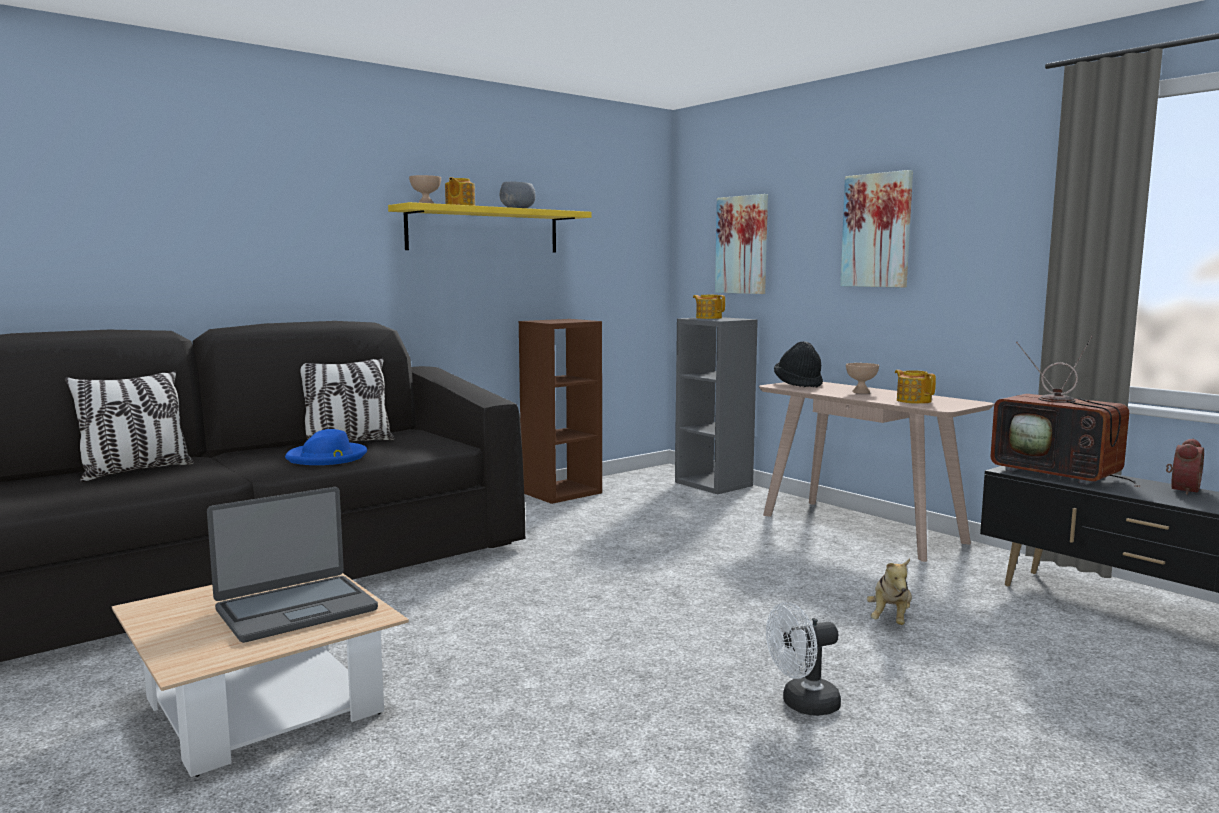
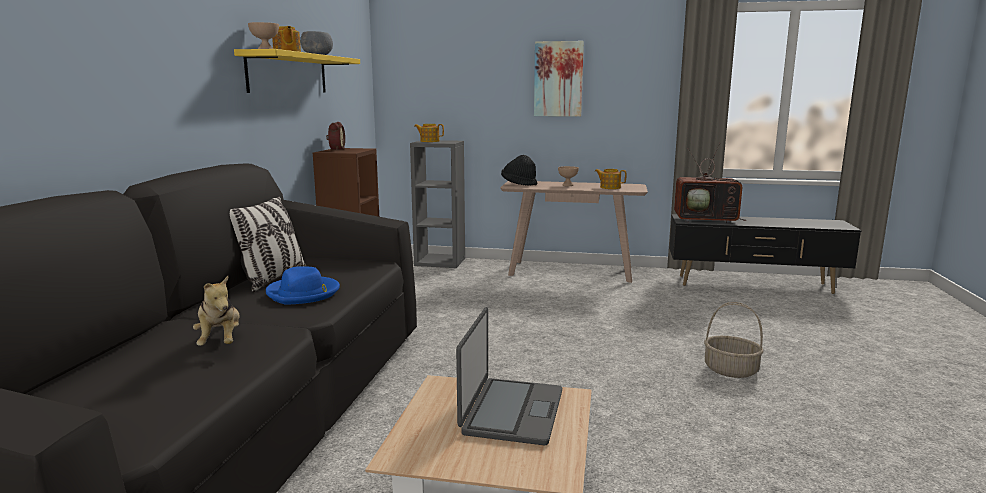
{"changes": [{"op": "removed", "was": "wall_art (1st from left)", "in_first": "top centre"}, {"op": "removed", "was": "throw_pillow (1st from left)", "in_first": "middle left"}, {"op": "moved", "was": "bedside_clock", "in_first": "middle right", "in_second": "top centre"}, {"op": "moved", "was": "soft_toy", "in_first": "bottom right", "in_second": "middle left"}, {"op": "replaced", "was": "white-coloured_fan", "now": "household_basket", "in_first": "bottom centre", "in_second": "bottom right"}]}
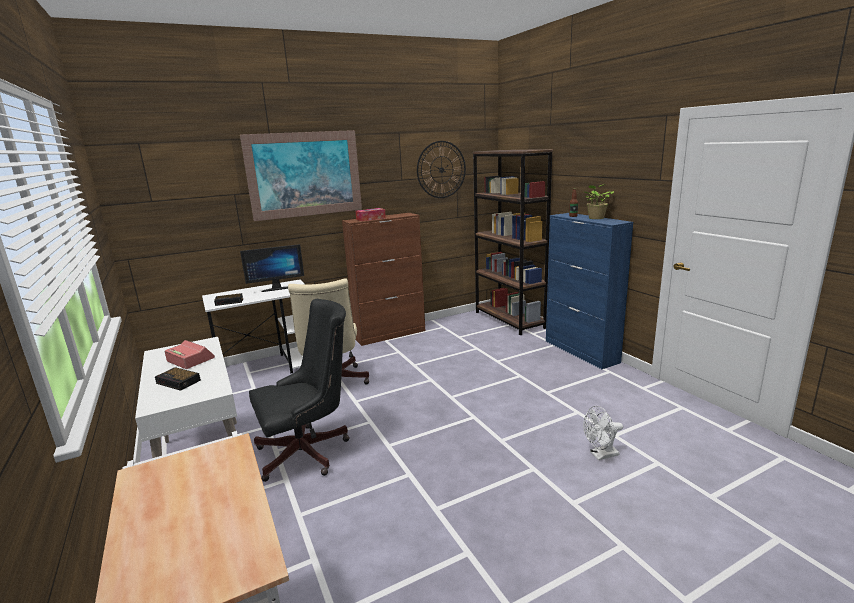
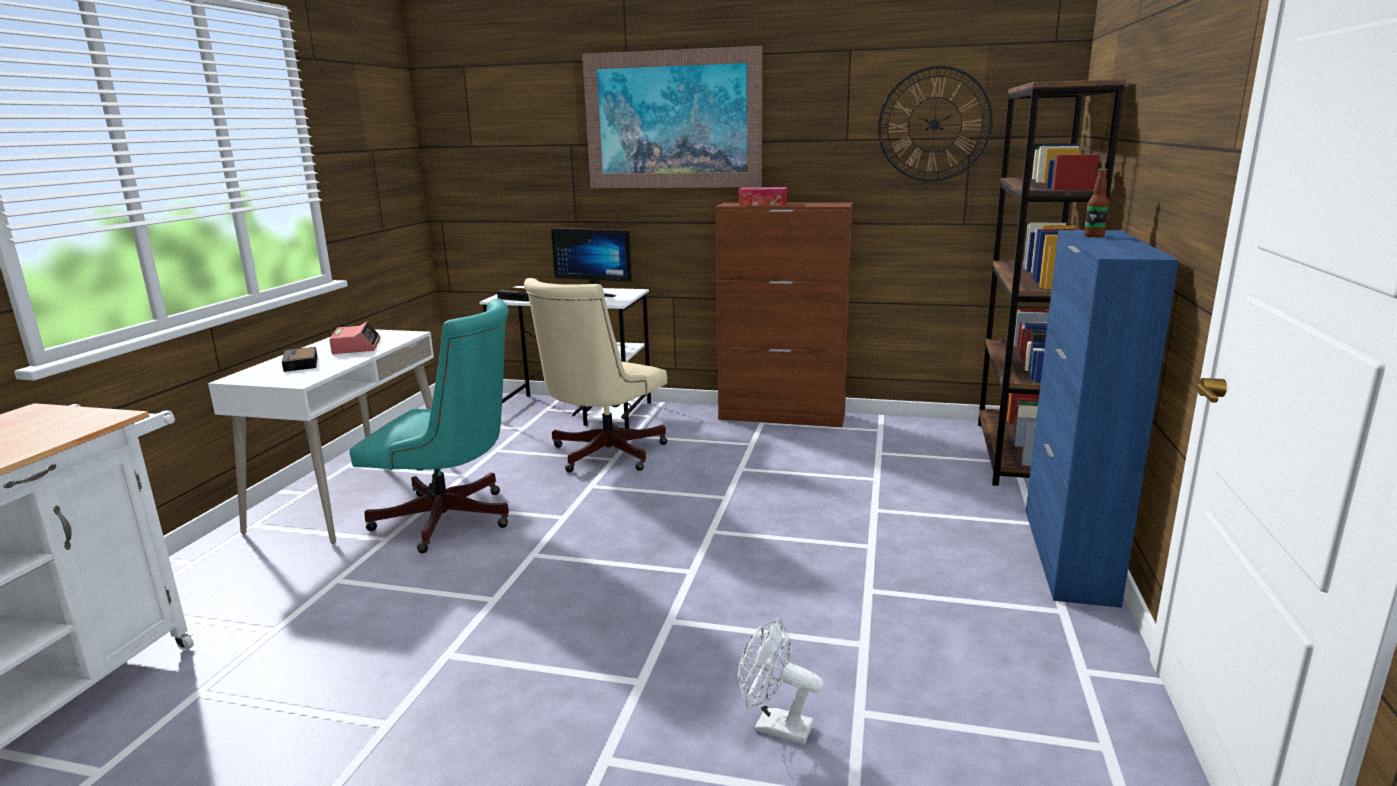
{"changes": [{"op": "removed", "was": "houseplant", "in_first": "middle right"}, {"op": "recoloured", "was": "black-coloured_computer_chair", "now": "turquoise_computer_chair", "in_first": "centre", "in_second": "middle left"}]}
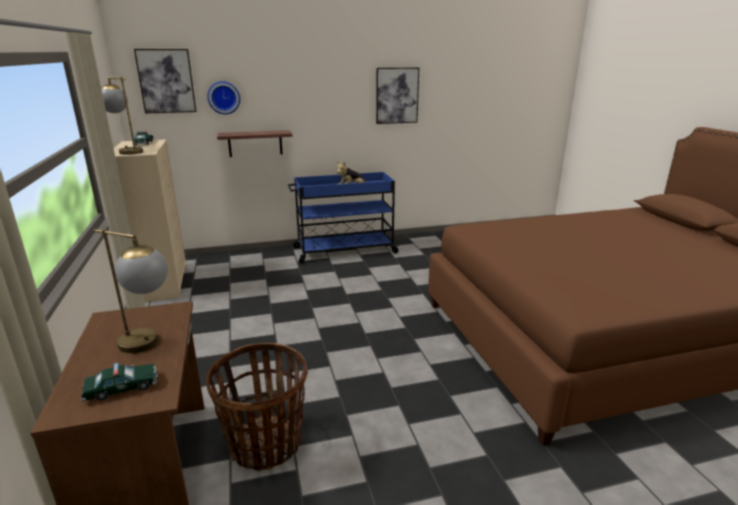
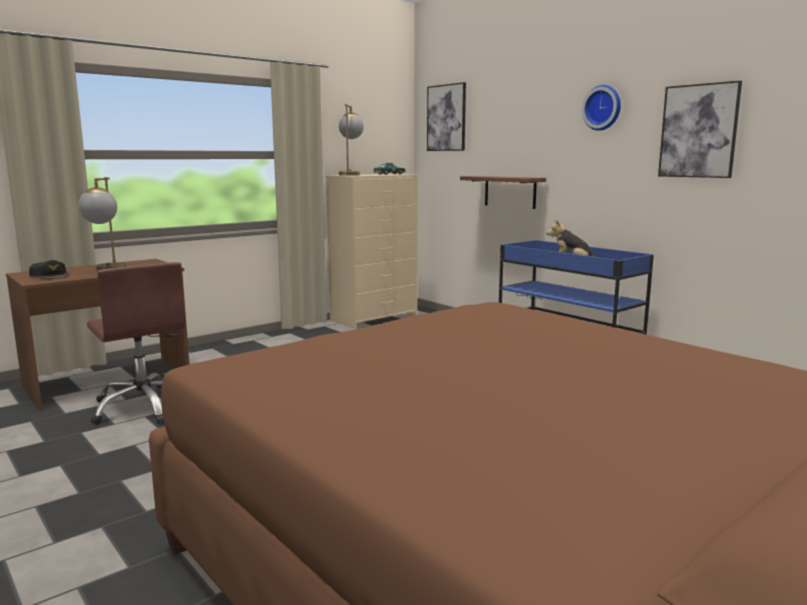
{"changes": [{"op": "moved", "was": "hanging_clock", "in_first": "top left", "in_second": "top right"}, {"op": "replaced", "was": "household_basket", "now": "brownish_computer_chair", "in_first": "bottom centre", "in_second": "middle left"}, {"op": "replaced", "was": "miniature_car (1st from left)", "now": "black-coloured_cap", "in_first": "bottom left", "in_second": "middle left"}]}
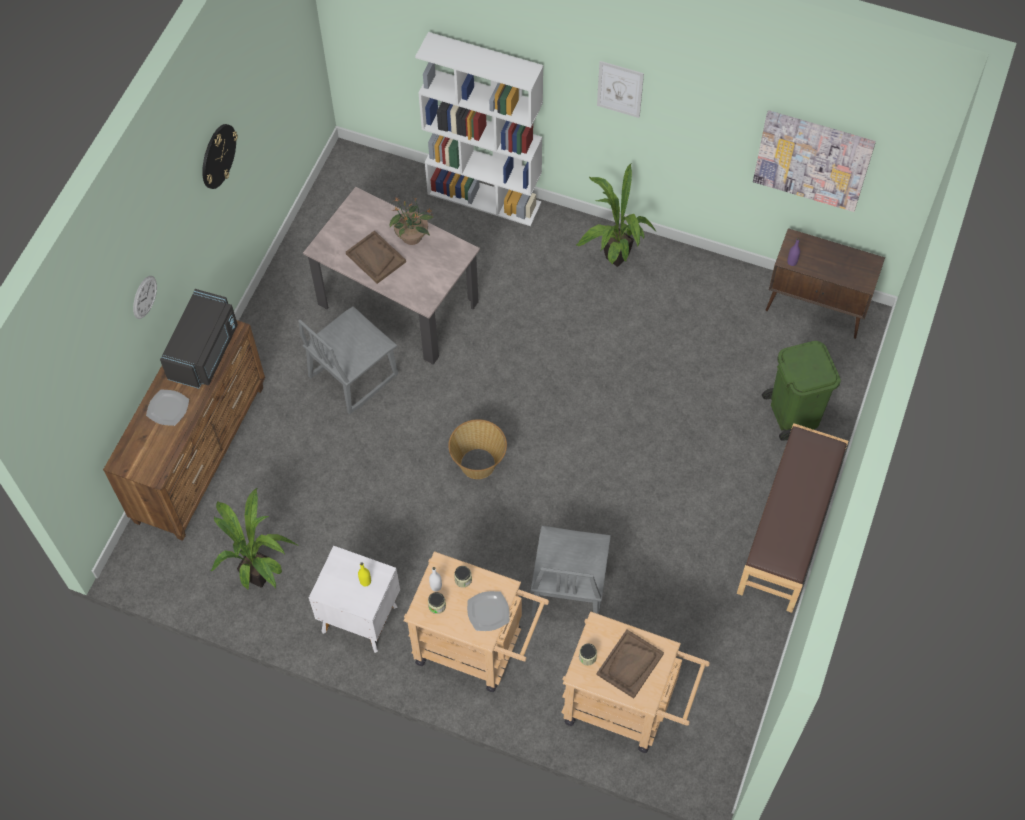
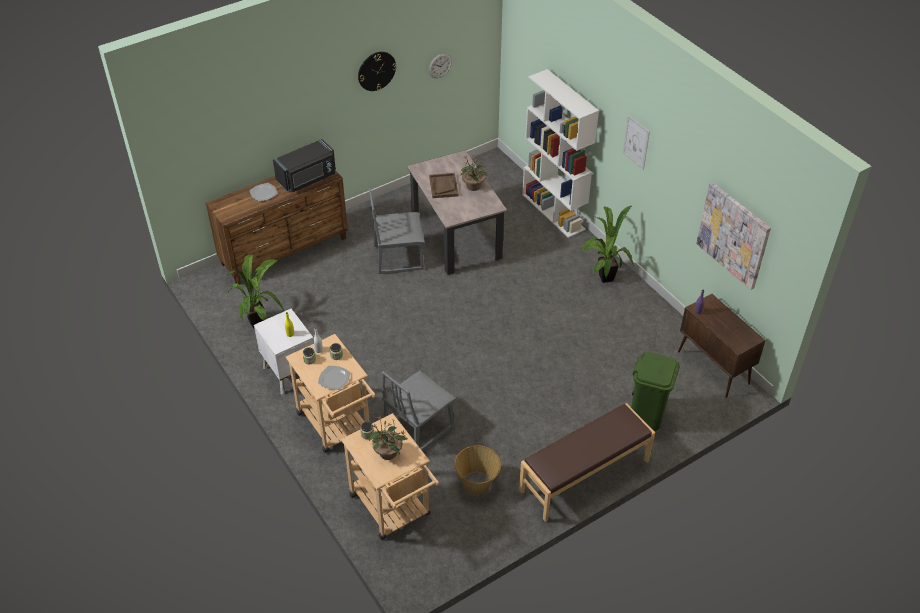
{"changes": [{"op": "moved", "was": "hanging_clock (1st from left in the first image)", "now": "hanging_clock (2nd from left)", "in_first": "middle left", "in_second": "top centre"}, {"op": "moved", "was": "household_basket", "in_first": "centre", "in_second": "bottom centre"}, {"op": "replaced", "was": "brownish_carrying_tray (2nd from left)", "now": "houseplant (2nd from left)", "in_first": "bottom centre", "in_second": "bottom centre"}]}
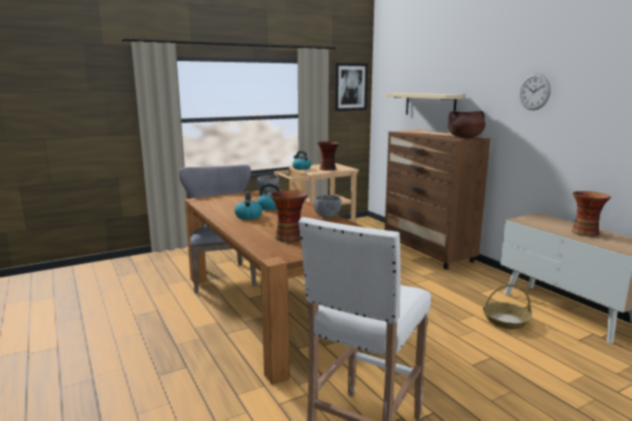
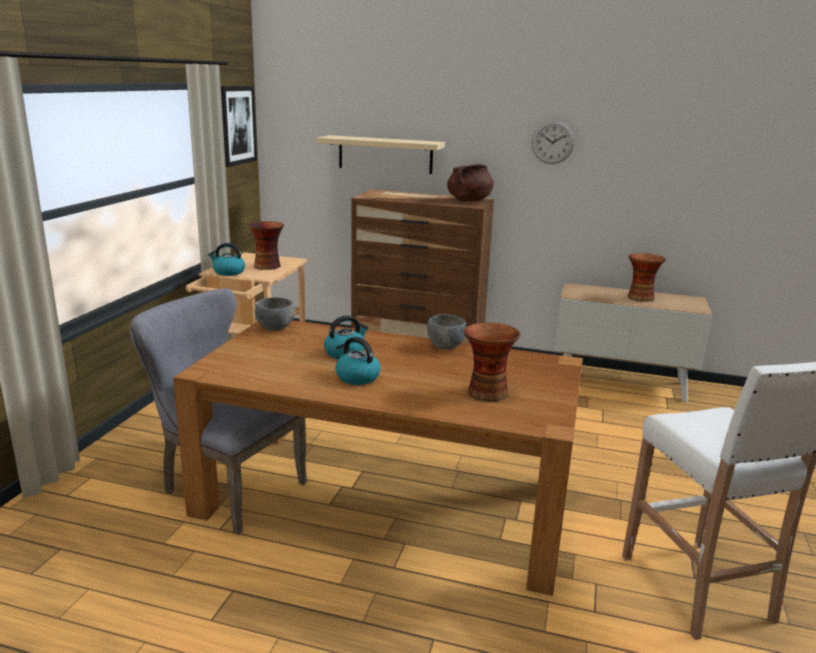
{"changes": [{"op": "removed", "was": "household_basket", "in_first": "bottom right"}]}
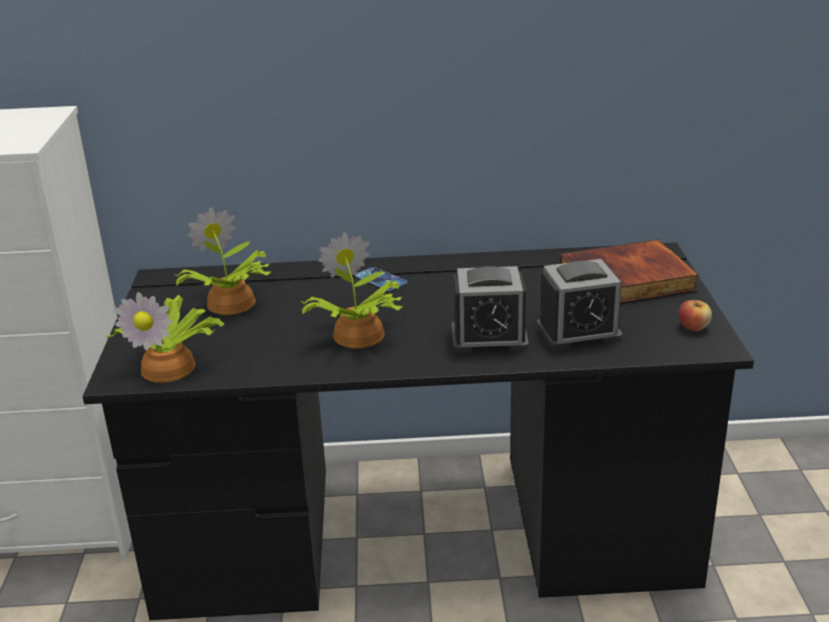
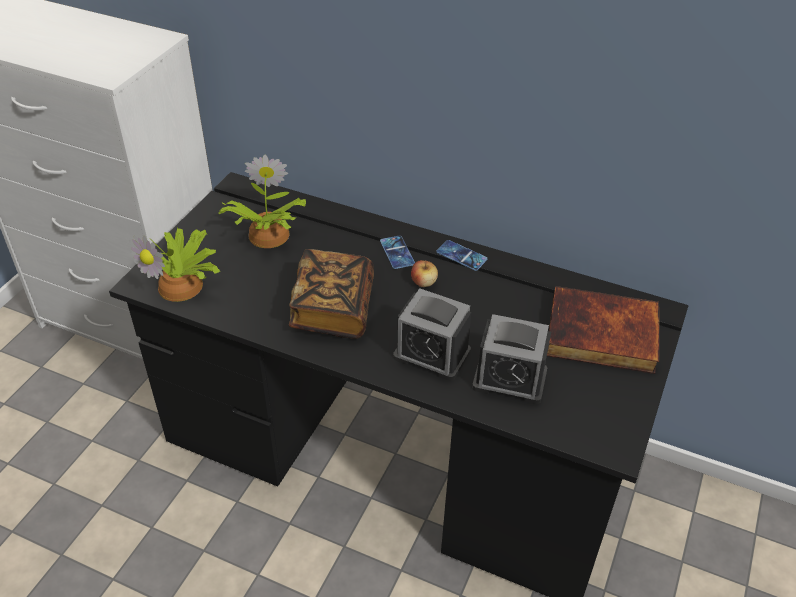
{"changes": [{"op": "replaced", "was": "houseplant (3rd from left)", "now": "volume (1st from left)", "in_first": "centre", "in_second": "centre"}, {"op": "moved", "was": "apple_fruit", "in_first": "middle right", "in_second": "centre"}, {"op": "added", "now": "telephone (2nd from left)", "in_second": "centre"}]}
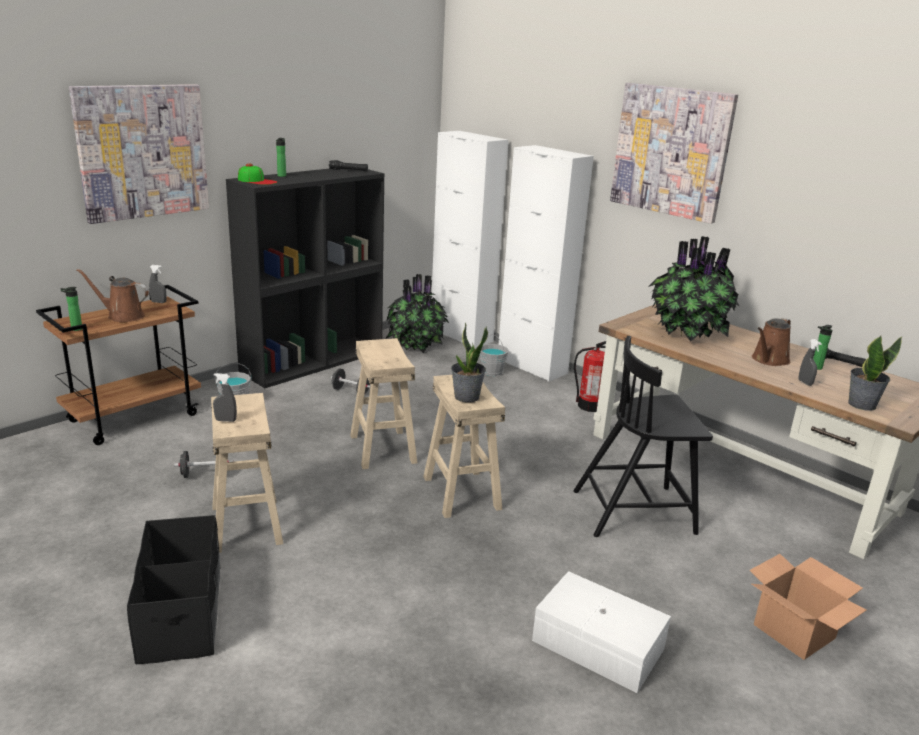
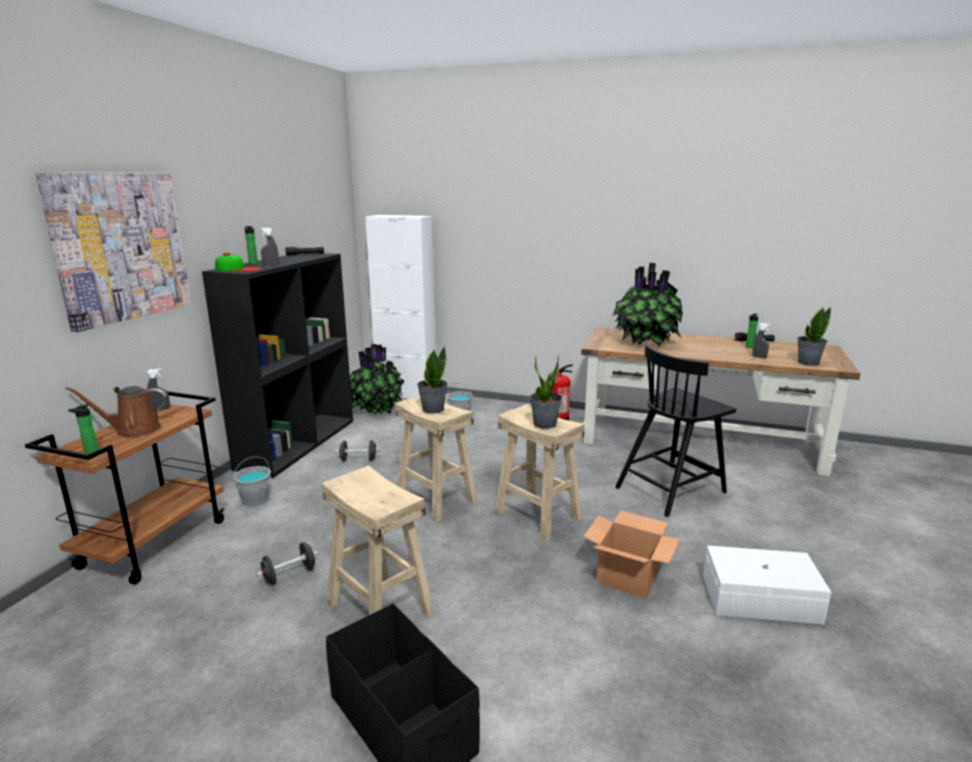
{"changes": [{"op": "removed", "was": "wall_art (2nd from left)", "in_first": "top right"}, {"op": "removed", "was": "white-coloured_storage_cabinet (2nd from left)", "in_first": "centre"}, {"op": "removed", "was": "brownish_watering_can (2nd from left)", "in_first": "middle right"}, {"op": "moved", "was": "grey_hand_sprayer (2nd from left)", "in_first": "middle left", "in_second": "top left"}, {"op": "moved", "was": "cardboard_box", "in_first": "bottom right", "in_second": "bottom centre"}, {"op": "added", "now": "houseplant (2nd from left)", "in_second": "centre"}]}
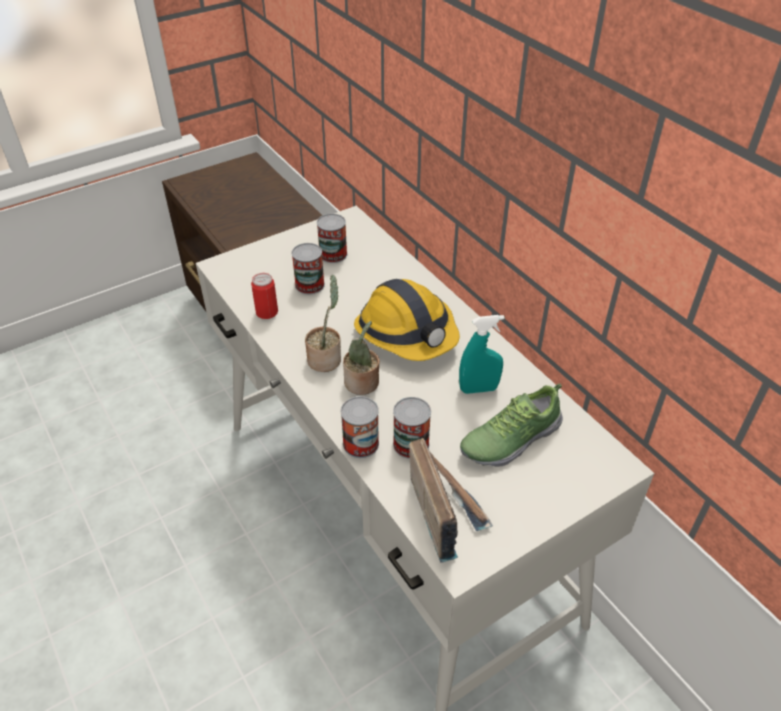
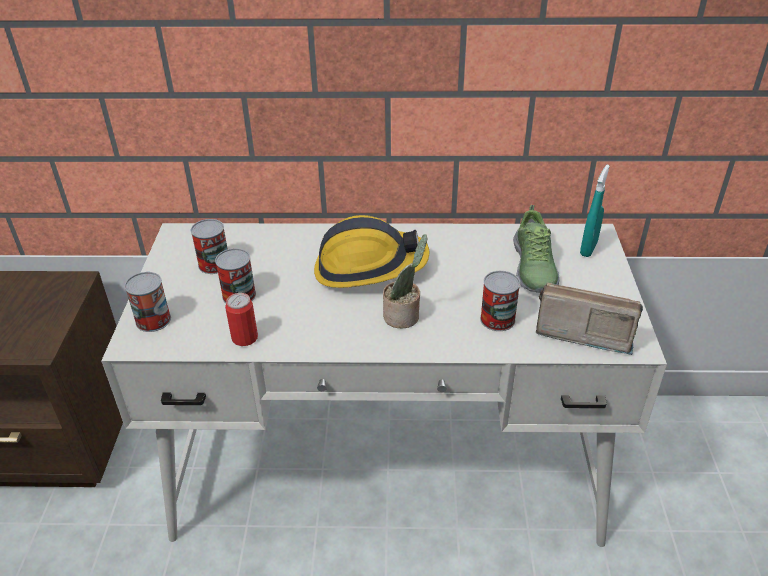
{"changes": [{"op": "removed", "was": "houseplant (1st from left)", "in_first": "centre"}, {"op": "moved", "was": "turquoise_hand_sprayer", "in_first": "centre", "in_second": "middle right"}, {"op": "moved", "was": "sealed_can (4th from left in the first image)", "now": "sealed_can (1st from left)", "in_first": "centre", "in_second": "middle left"}]}
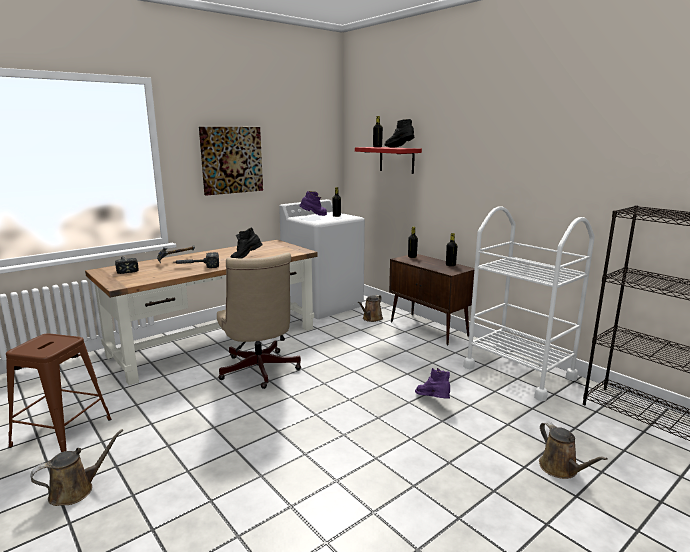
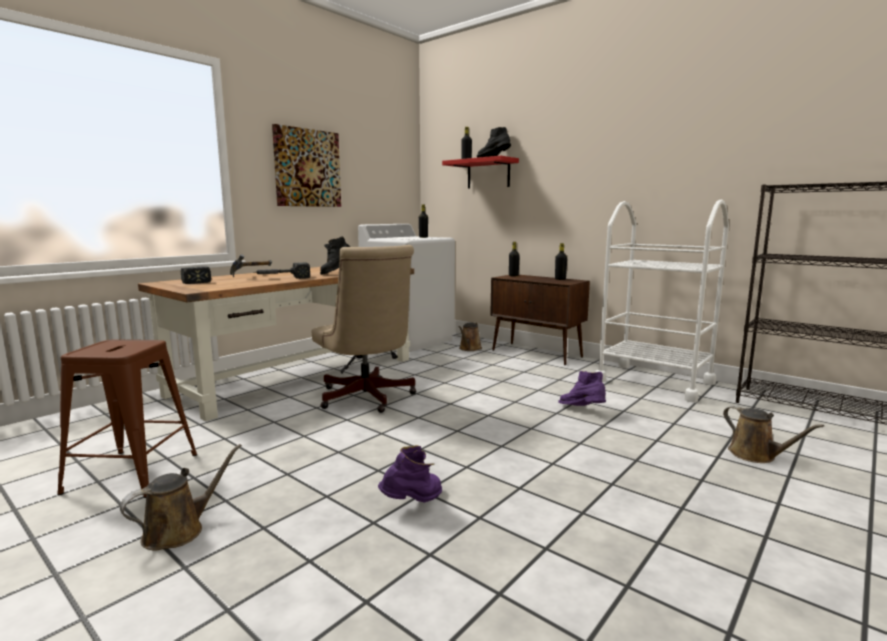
{"changes": [{"op": "moved", "was": "purple_tall_boot (1st from left)", "in_first": "centre", "in_second": "bottom centre"}]}
